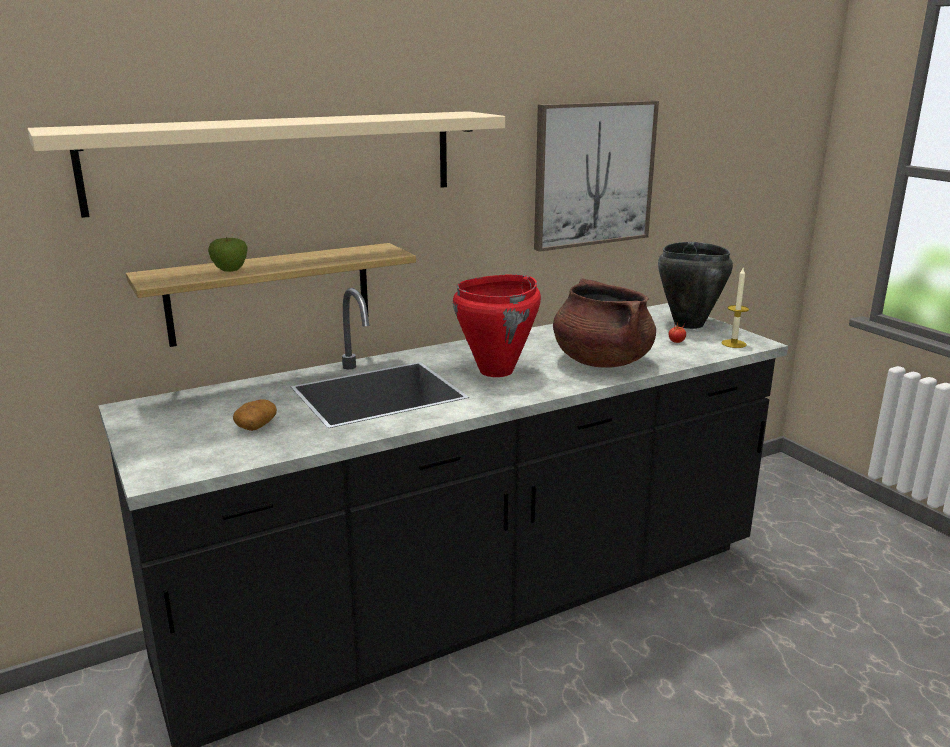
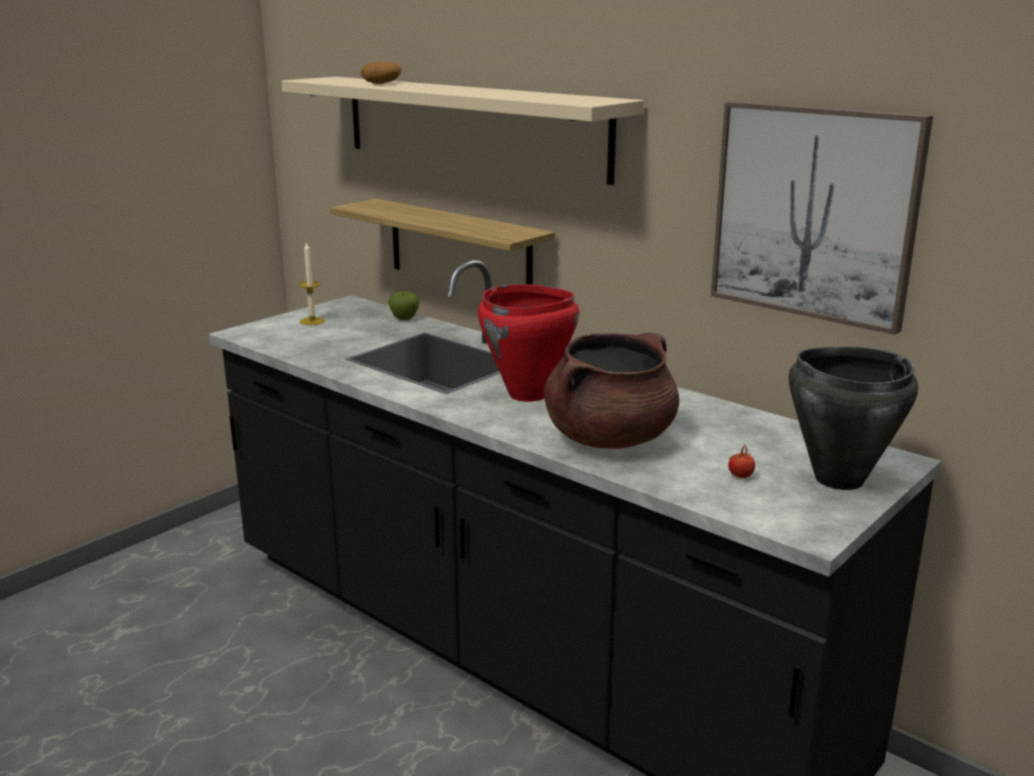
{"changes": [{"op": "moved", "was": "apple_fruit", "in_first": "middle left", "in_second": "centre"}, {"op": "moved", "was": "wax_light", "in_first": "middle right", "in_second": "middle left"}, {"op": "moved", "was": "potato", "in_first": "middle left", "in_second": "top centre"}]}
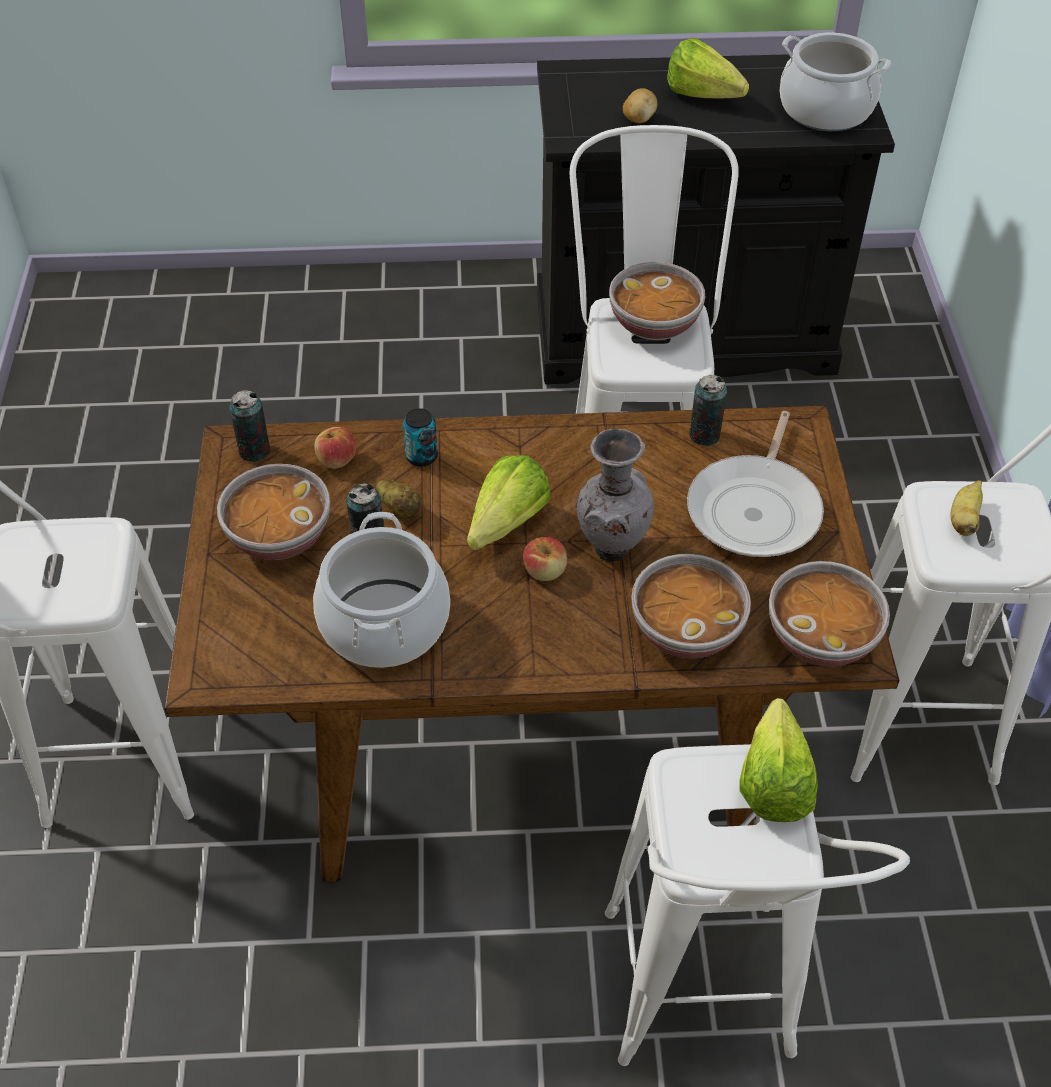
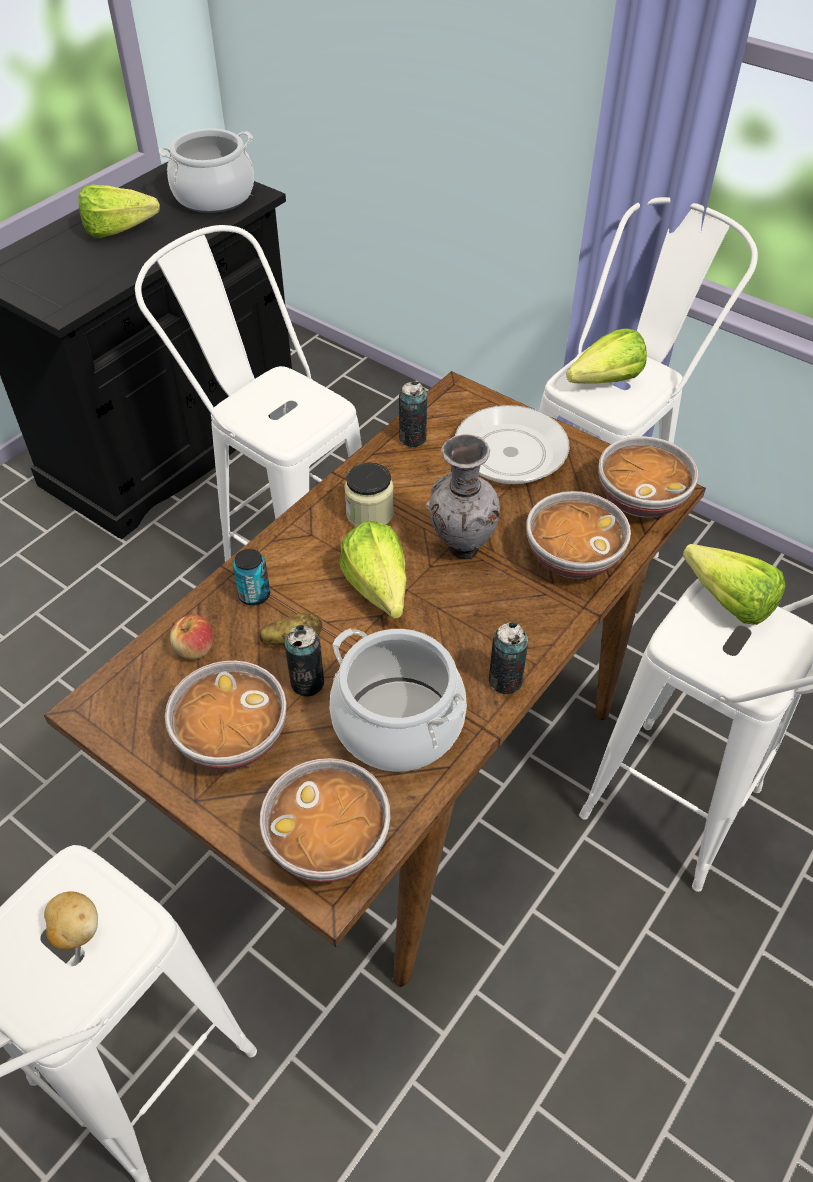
{"changes": [{"op": "moved", "was": "potato (2nd from left in the first image)", "now": "potato (1st from left)", "in_first": "top centre", "in_second": "bottom left"}, {"op": "moved", "was": "serving_bowl (2nd from left)", "in_first": "top centre", "in_second": "bottom centre"}, {"op": "moved", "was": "sealed_can (1st from left in the first image)", "now": "sealed_can (4th from left)", "in_first": "middle left", "in_second": "centre"}, {"op": "turned", "was": "skillet", "in_first": "middle right", "in_second": "centre", "clockwise": -105}, {"op": "replaced", "was": "banana_fruit", "now": "lettuce_head (3rd from left)", "in_first": "middle right", "in_second": "top right"}, {"op": "removed", "was": "apple_fruit (2nd from left)", "in_first": "centre"}, {"op": "added", "now": "storage_jar", "in_second": "centre"}]}
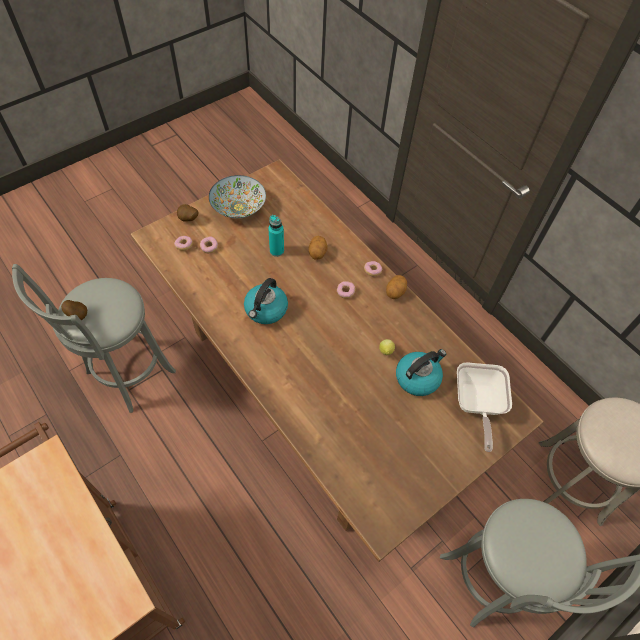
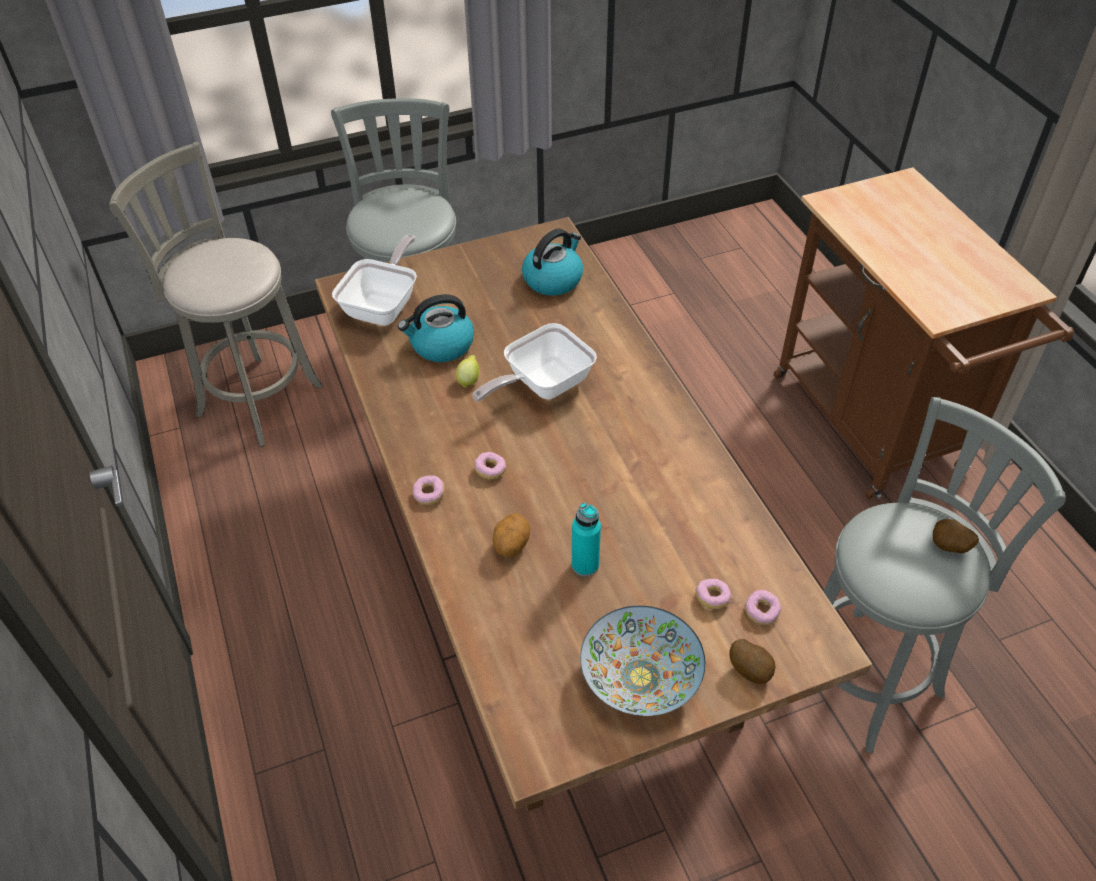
{"changes": [{"op": "removed", "was": "potato (4th from left)", "in_first": "centre"}, {"op": "moved", "was": "tea_kettle (1st from left in the first image)", "now": "tea_kettle (2nd from left)", "in_first": "centre", "in_second": "top centre"}, {"op": "added", "now": "skillet (2nd from left)", "in_second": "centre"}]}
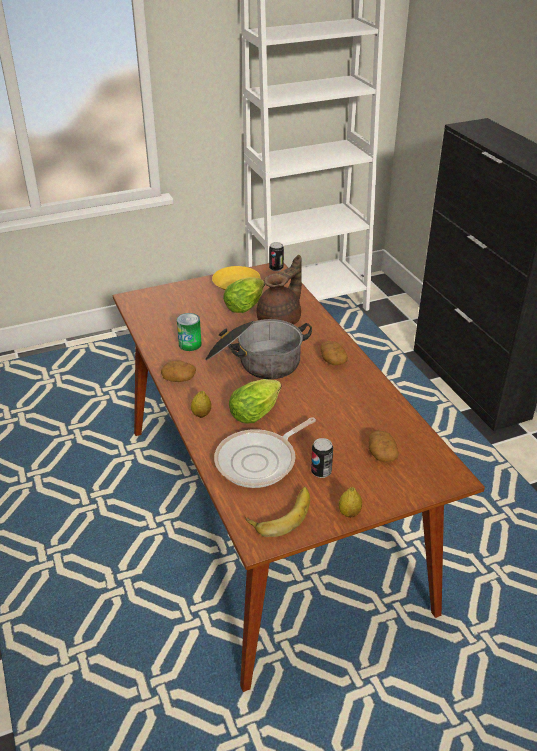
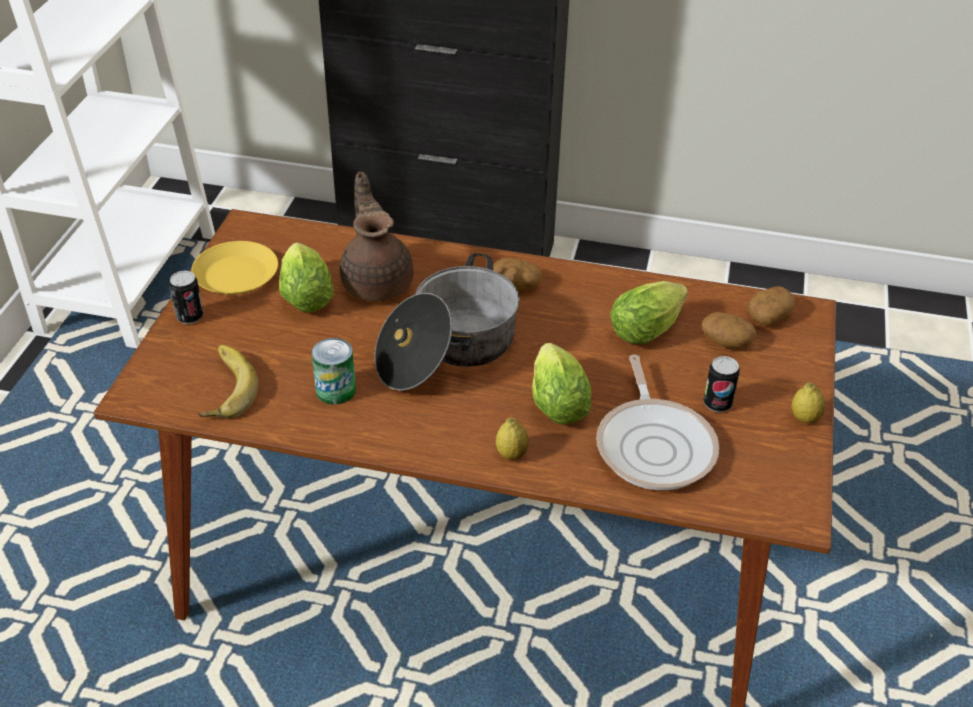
{"changes": [{"op": "moved", "was": "sealed_can (2nd from left in the first image)", "now": "sealed_can (1st from left)", "in_first": "centre", "in_second": "middle left"}, {"op": "moved", "was": "potato (1st from left in the first image)", "now": "potato (3rd from left)", "in_first": "middle left", "in_second": "middle right"}, {"op": "moved", "was": "banana_fruit", "in_first": "bottom centre", "in_second": "middle left"}, {"op": "added", "now": "lettuce_head (3rd from left)", "in_second": "middle right"}]}
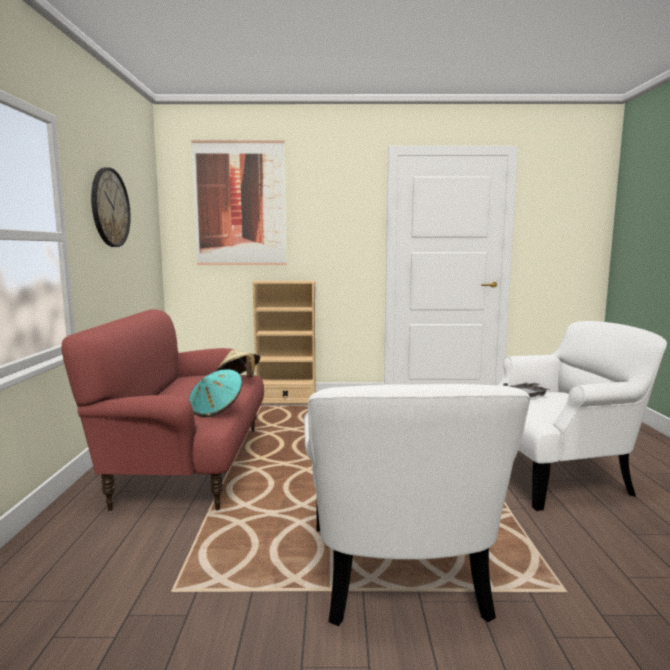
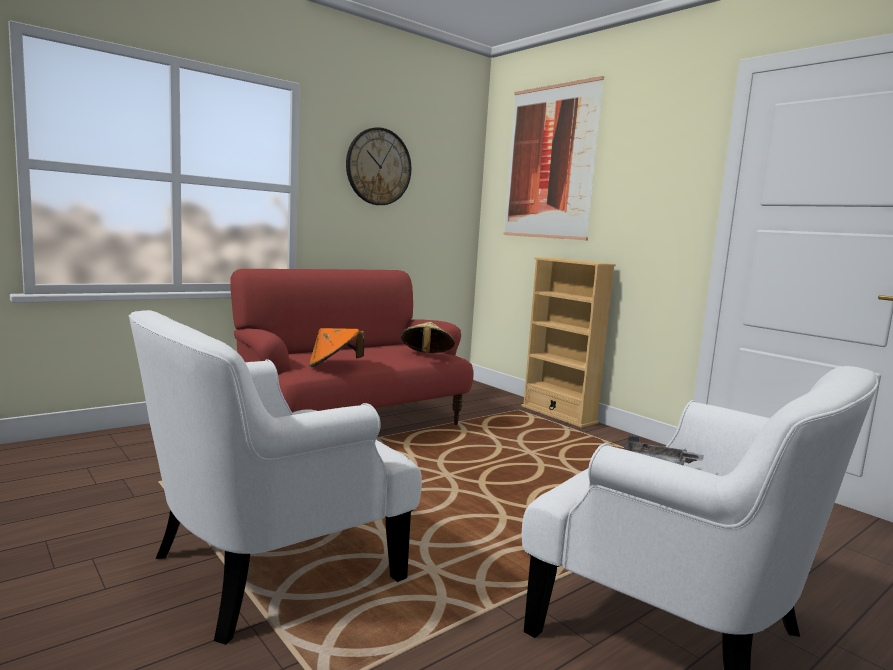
{"changes": [{"op": "recoloured", "was": "turquoise_wearable_hat", "now": "orangey_wearable_hat", "in_first": "middle left", "in_second": "centre"}]}
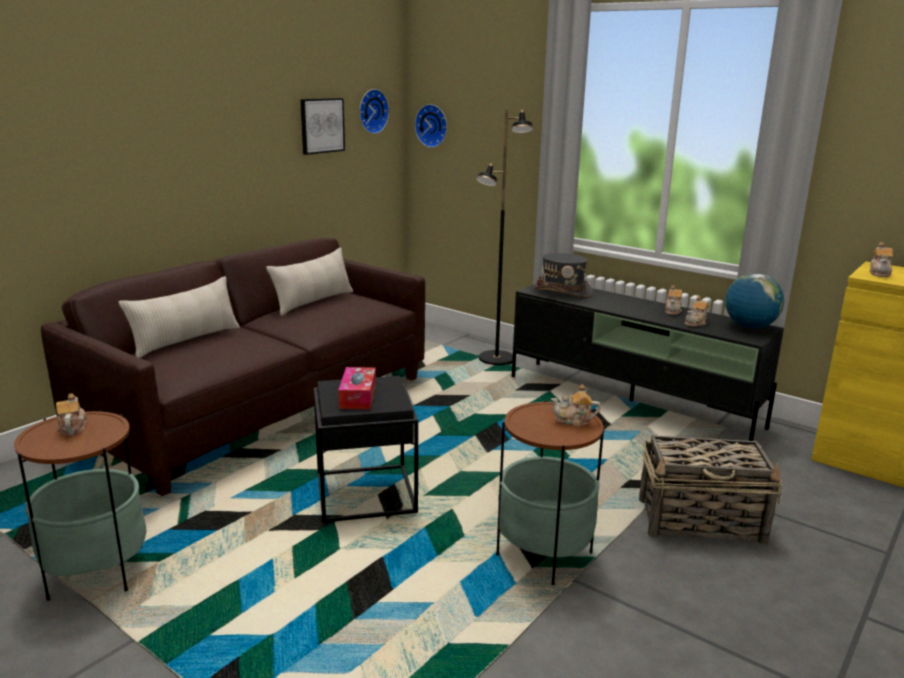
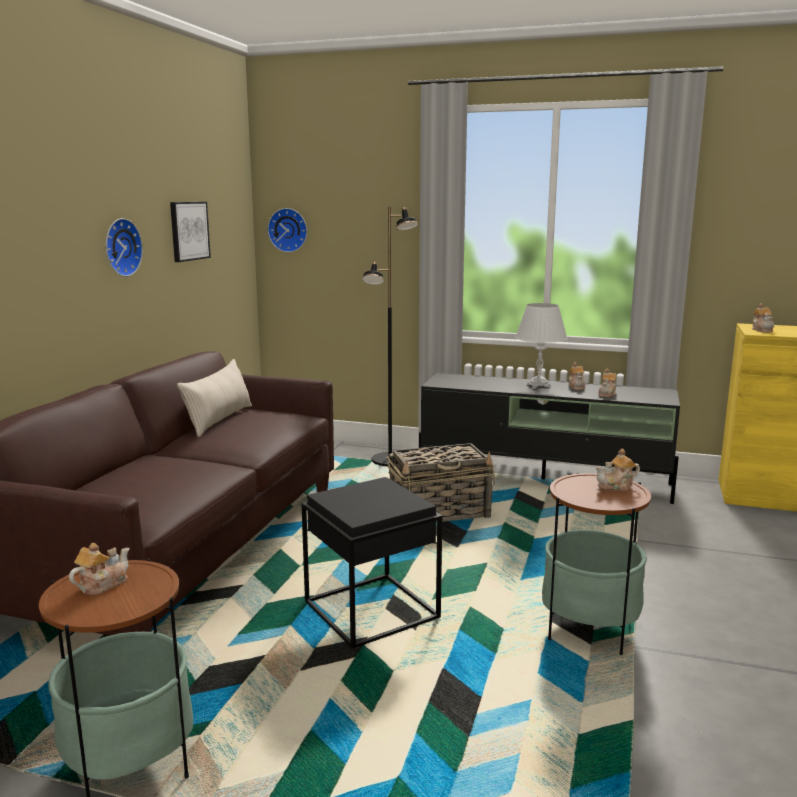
{"changes": [{"op": "moved", "was": "hanging_clock (1st from left)", "in_first": "top centre", "in_second": "top left"}, {"op": "removed", "was": "grey_wearable_hat", "in_first": "centre"}, {"op": "removed", "was": "desk_globe", "in_first": "middle right"}, {"op": "removed", "was": "beige-coloured_throw_pillow (1st from left)", "in_first": "middle left"}, {"op": "removed", "was": "tissue_box", "in_first": "centre"}, {"op": "turned", "was": "tea_pot (1st from left)", "in_first": "middle left", "in_second": "bottom left", "clockwise": 75}, {"op": "moved", "was": "household_basket", "in_first": "bottom right", "in_second": "centre"}, {"op": "added", "now": "white-coloured_tabletop_lamp", "in_second": "middle right"}]}
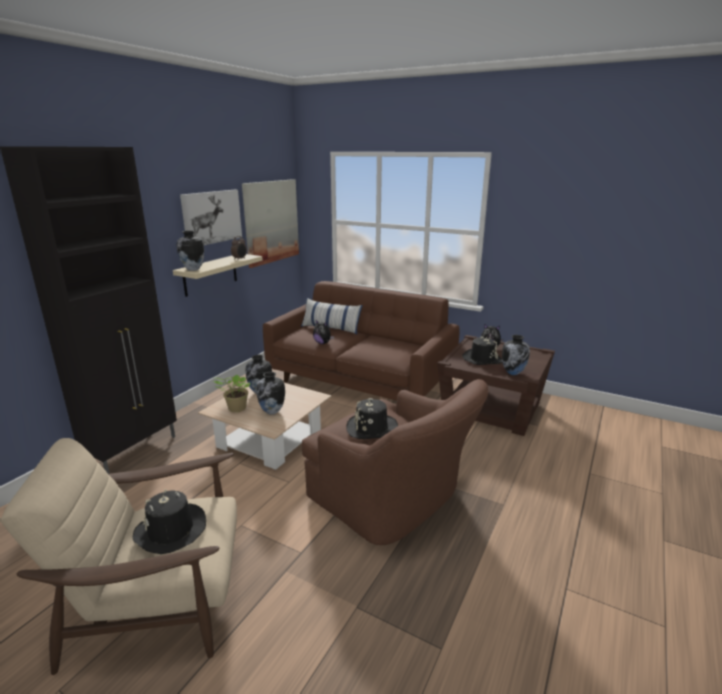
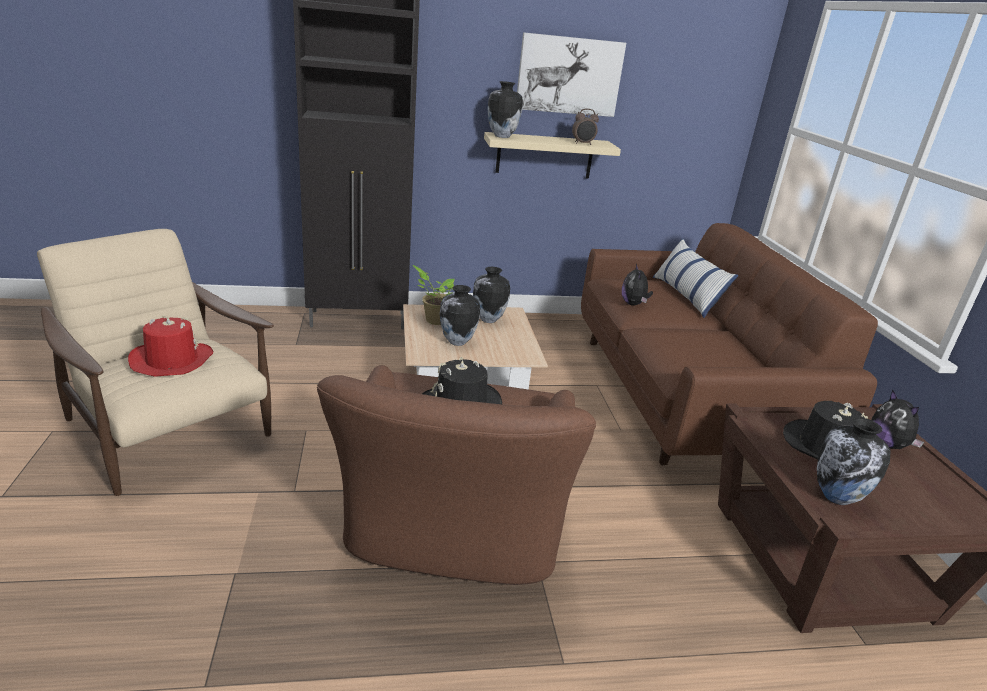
{"changes": [{"op": "removed", "was": "wall_art (2nd from left)", "in_first": "top centre"}, {"op": "recoloured", "was": "black-coloured_wearable_hat (1st from left)", "now": "red_wearable_hat", "in_first": "bottom left", "in_second": "middle left"}]}
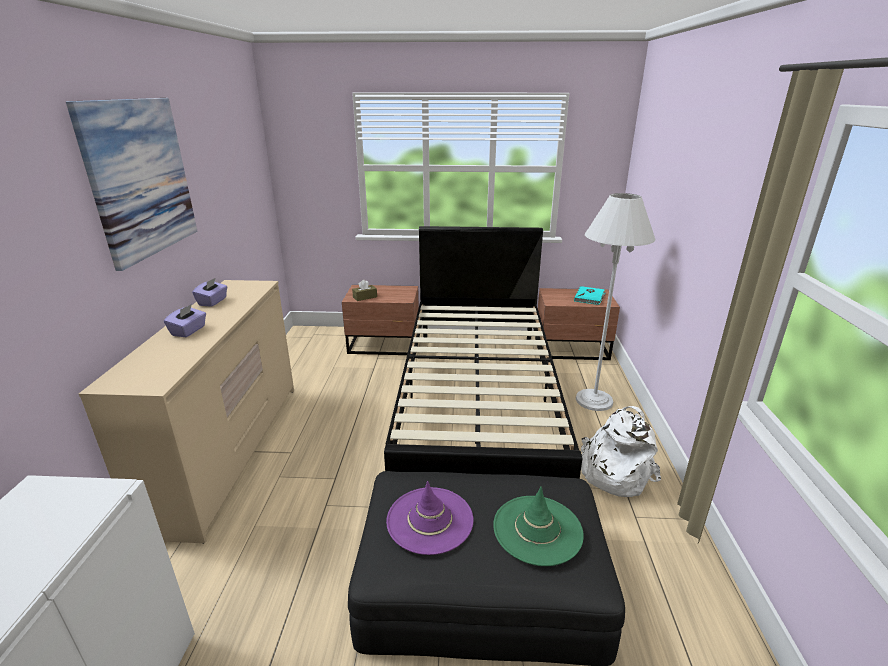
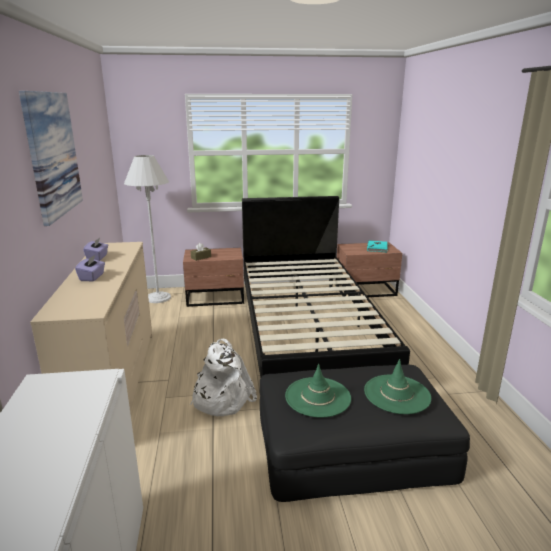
{"changes": [{"op": "moved", "was": "white-coloured_standing_lamp", "in_first": "middle right", "in_second": "middle left"}, {"op": "moved", "was": "white-coloured_knapsack", "in_first": "bottom right", "in_second": "bottom centre"}, {"op": "recoloured", "was": "purple_wearable_hat", "now": "greenish_wearable_hat (1st from left)", "in_first": "bottom centre", "in_second": "bottom centre"}]}
